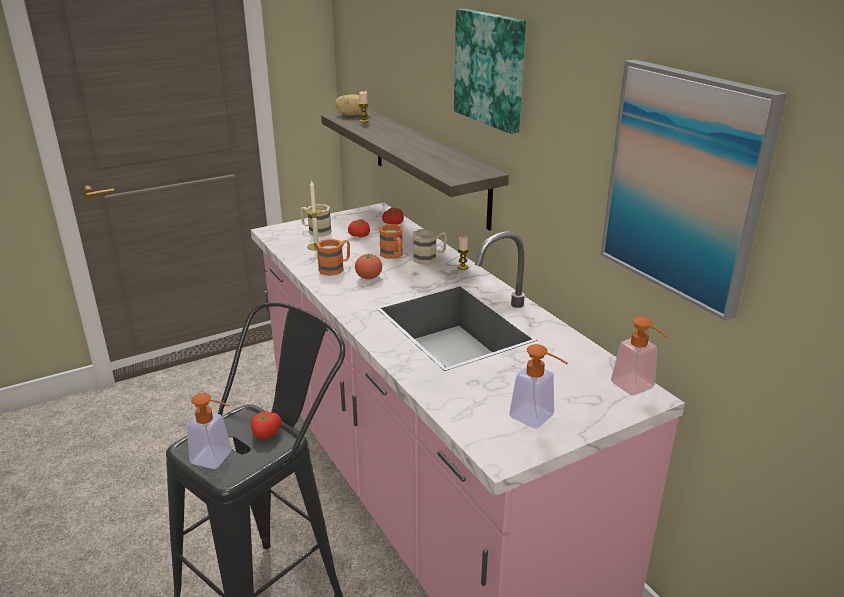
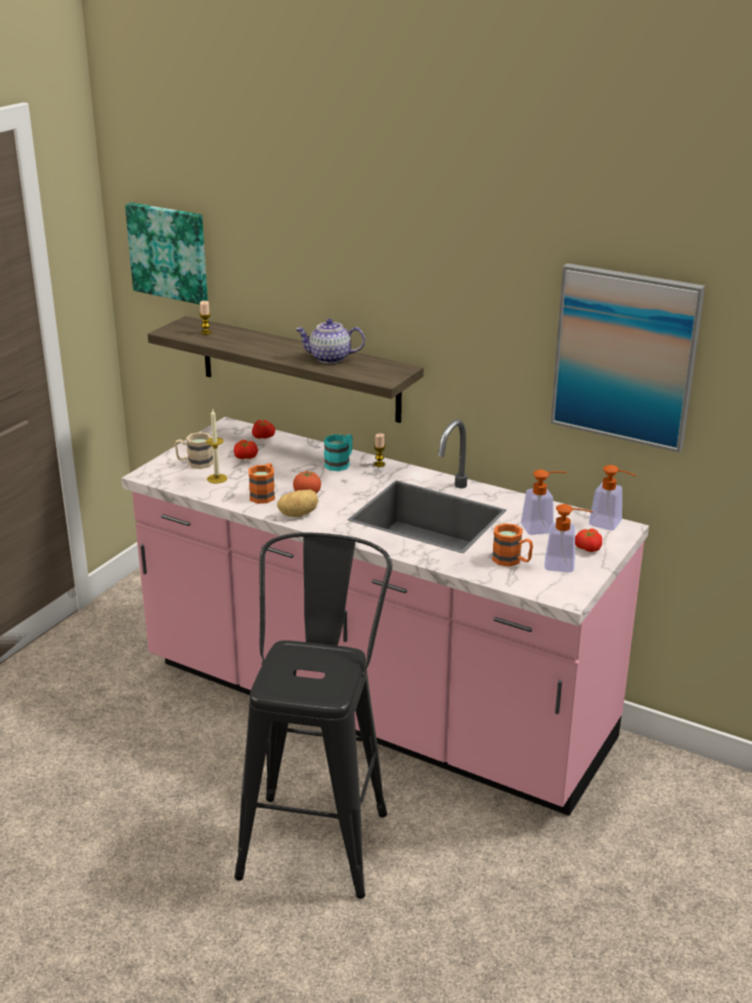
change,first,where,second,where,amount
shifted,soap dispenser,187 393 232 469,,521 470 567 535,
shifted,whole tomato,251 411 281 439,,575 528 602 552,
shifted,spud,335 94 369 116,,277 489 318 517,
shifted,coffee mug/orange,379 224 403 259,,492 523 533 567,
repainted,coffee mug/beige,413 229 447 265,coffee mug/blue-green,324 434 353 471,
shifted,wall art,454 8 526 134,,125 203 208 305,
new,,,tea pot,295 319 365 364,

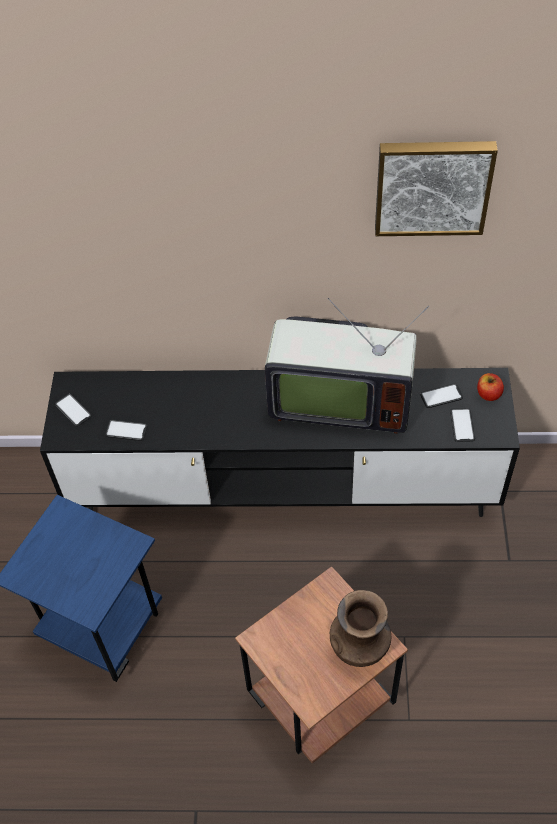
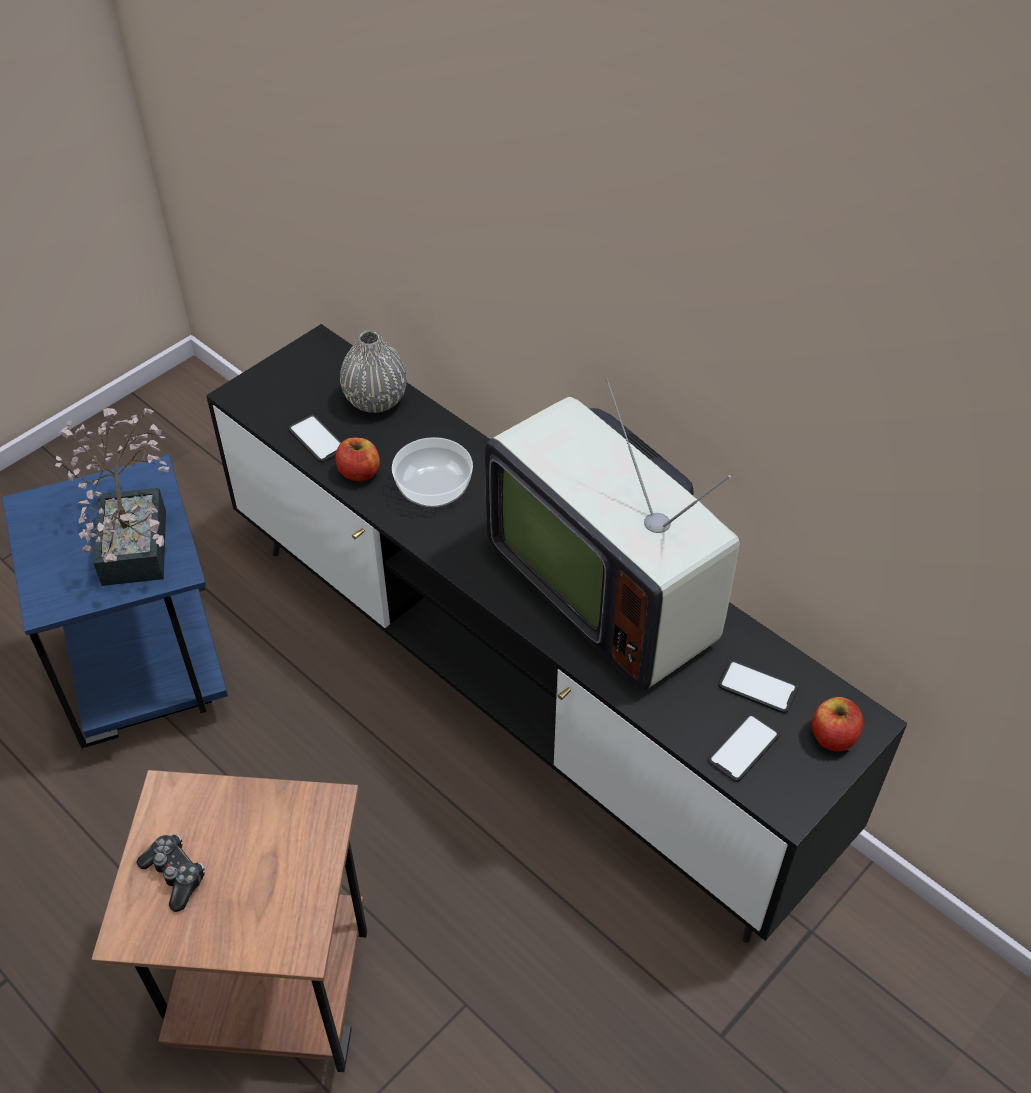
change,first,where,second,where,amount
gone,telephone,55 394 92 427,,,
gone,flower vase/brown-coloured,330 590 391 667,,,
gone,wall art,375 141 498 236,,,
new,,,houseplant,55 408 170 586,
new,,,gamepad,136 834 205 912,
new,,,apple fruit,335 437 380 482,
new,,,flower vase/grey,340 330 407 413,
new,,,bowl,392 437 473 507,

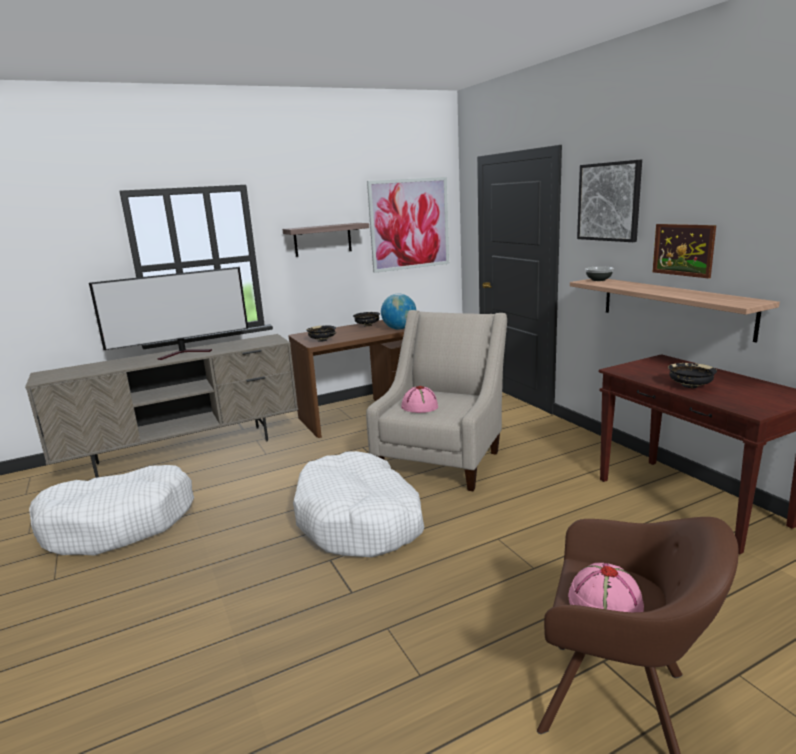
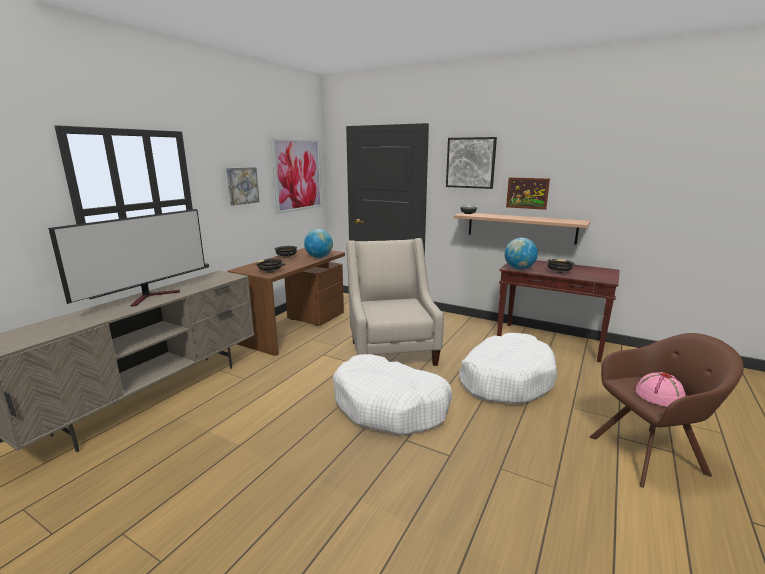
change,first,where,second,where,amount
shifted,pet bed/white,29 465 194 556,,459 333 557 404,
swapped,wall shelf,283 223 369 257,wall art,226 167 259 206,
gone,hat/pinkish,401 386 438 413,,,
new,,,globe,504 238 538 269,

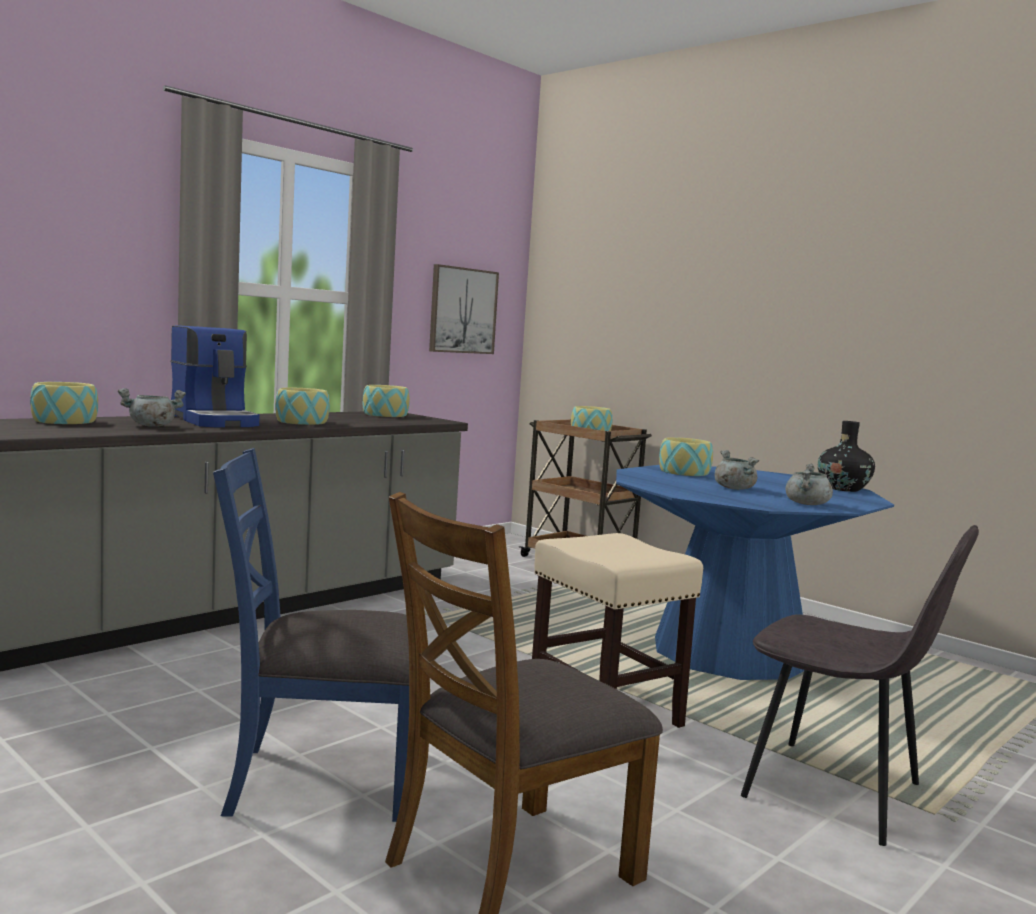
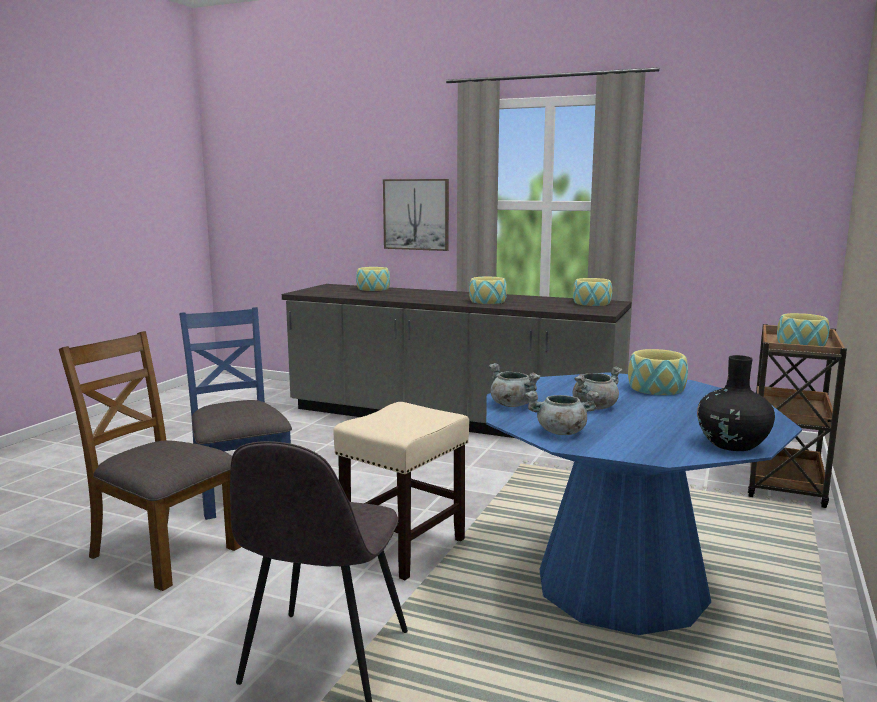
change,first,where,second,where,amount
shifted,stockpot/grey,118 388 186 427,,489 363 541 407,
gone,coffee maker,170 325 260 427,,,
shifted,wall art,429 264 499 354,,383 179 449 251,

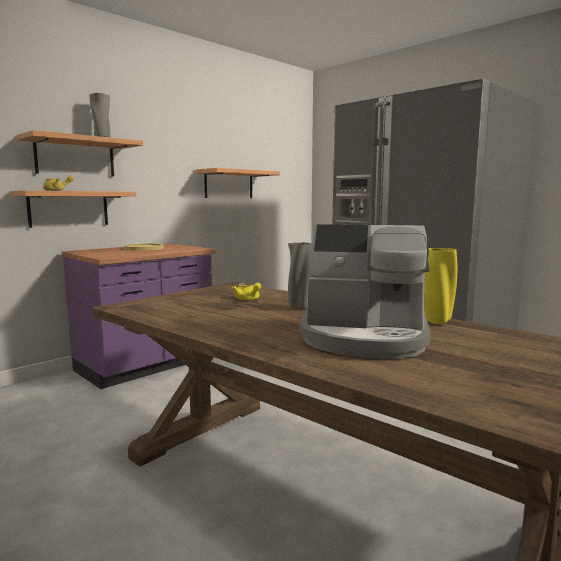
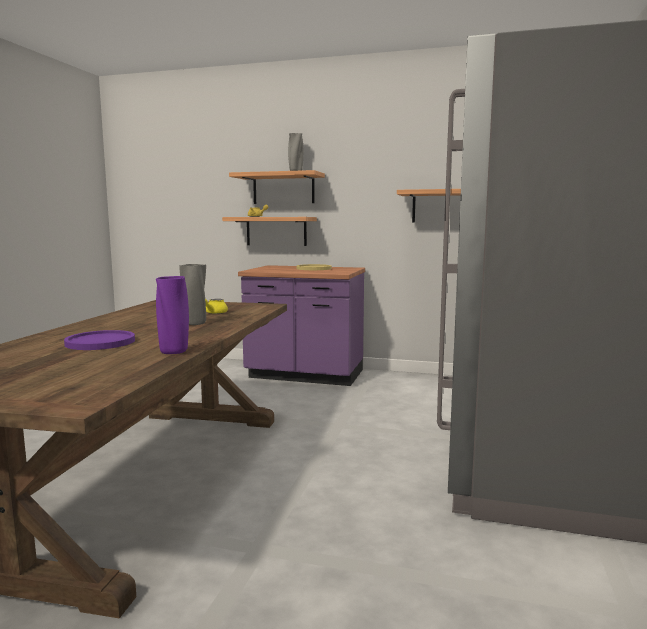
change,first,where,second,where,amount
swapped,coffee maker,299 224 430 359,dinner plate/purple-coloured,64 330 135 350,
repainted,flower vase/yellow-coloured,424 248 457 324,flower vase/purple-coloured,156 276 189 354,

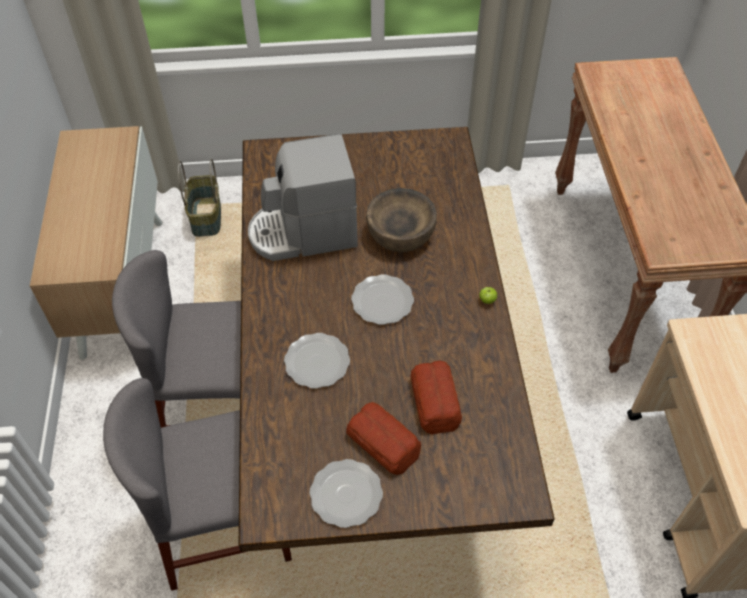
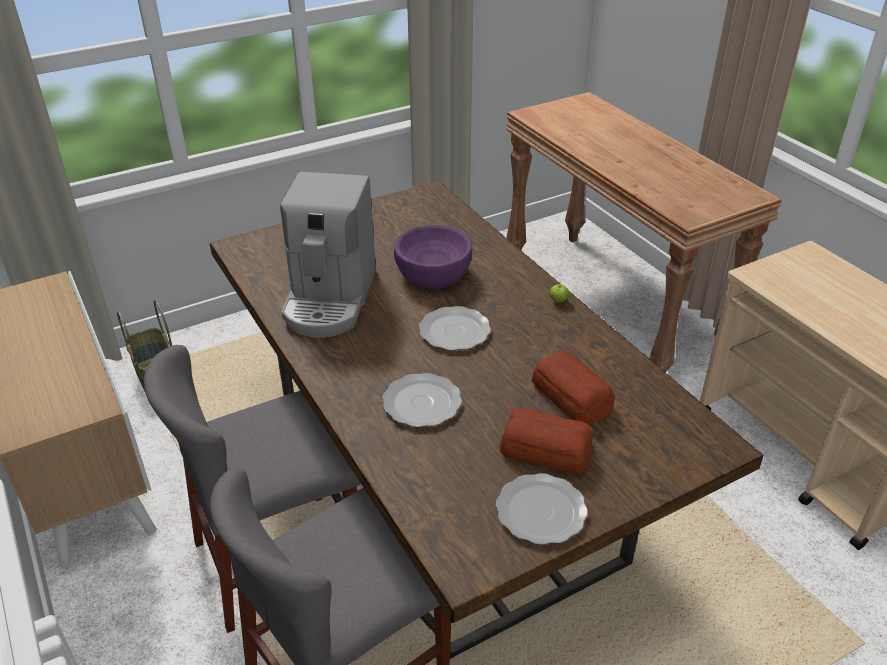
change,first,where,second,where,amount
rotated,coffee maker,248 134 358 261,,280 172 376 338,45 degrees counterclockwise
repainted,bowl/brown-coloured,366 188 437 252,bowl/purple-coloured,394 225 472 289,

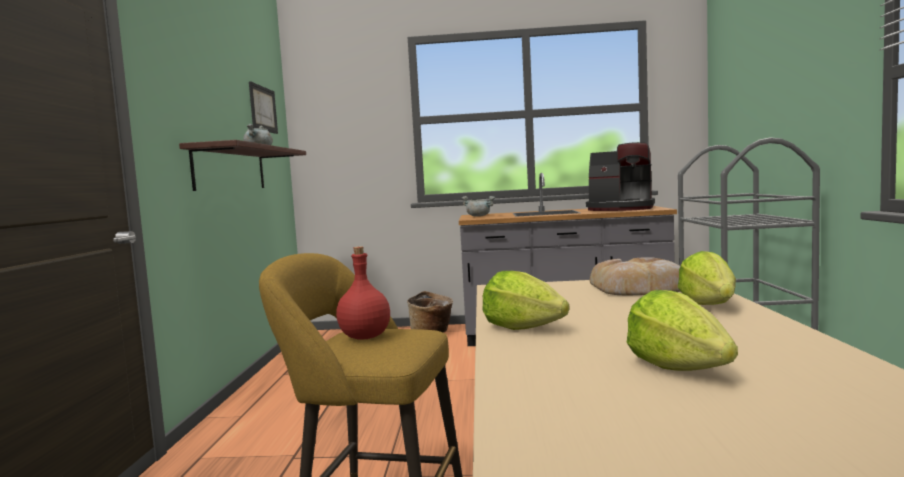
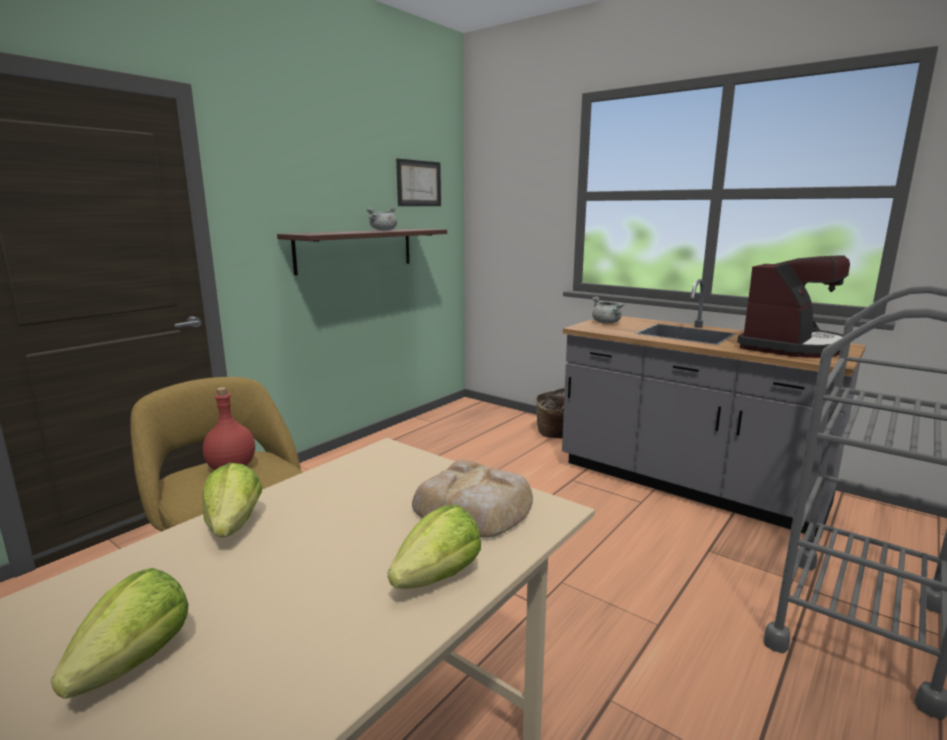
change,first,where,second,where,amount
rotated,coffee maker,586 142 655 211,,737 255 850 358,105 degrees counterclockwise

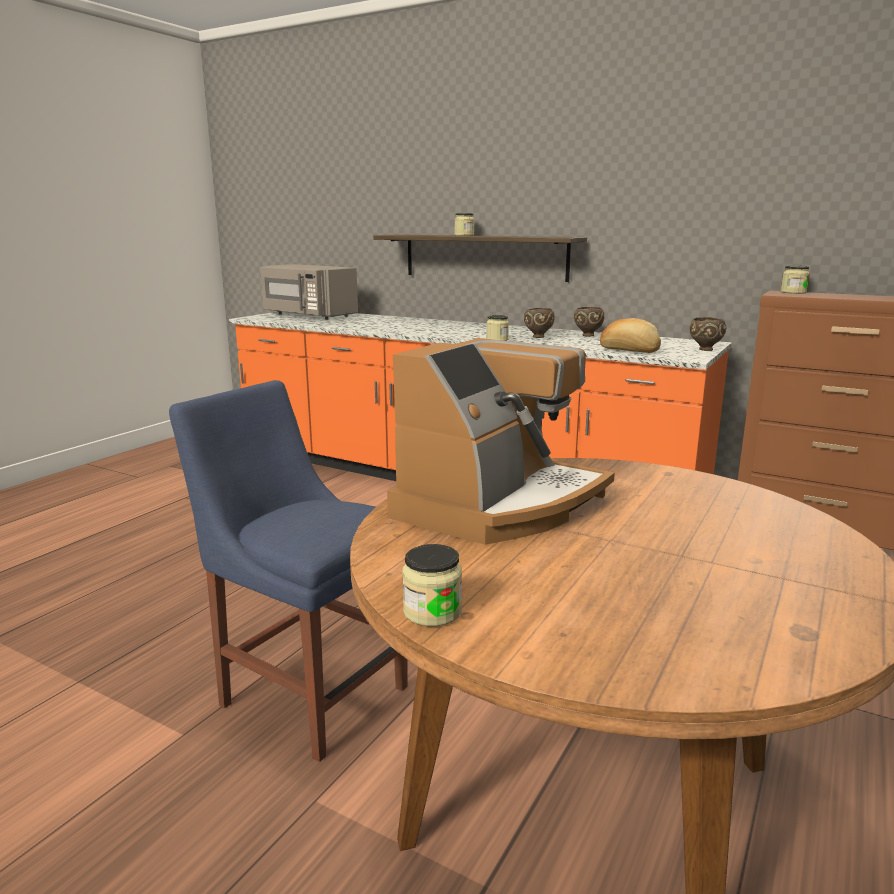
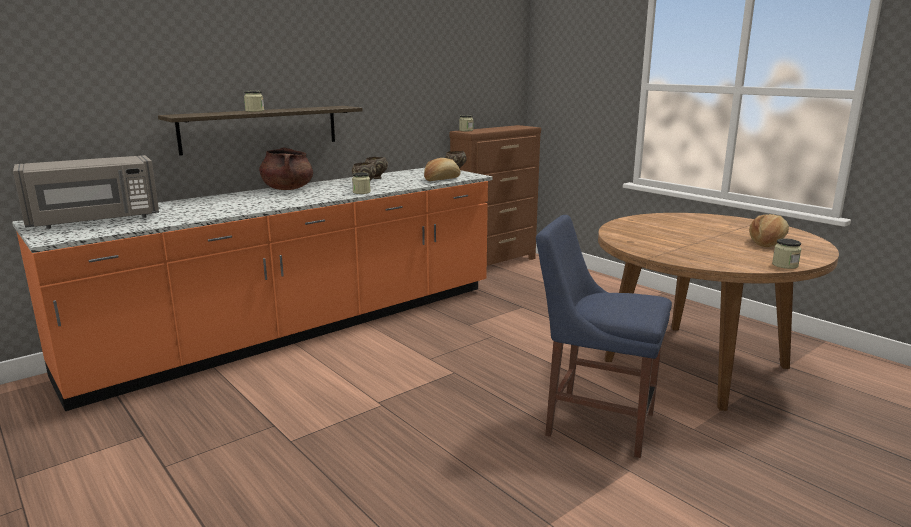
change,first,where,second,where,amount
rotated,plain chair/blue,169 380 408 762,,536 215 672 458,60 degrees clockwise
gone,coffee maker,387 338 615 545,,,
new,,,stockpot/brown-coloured,259 148 313 190,
new,,,baked bread,749 214 789 247,

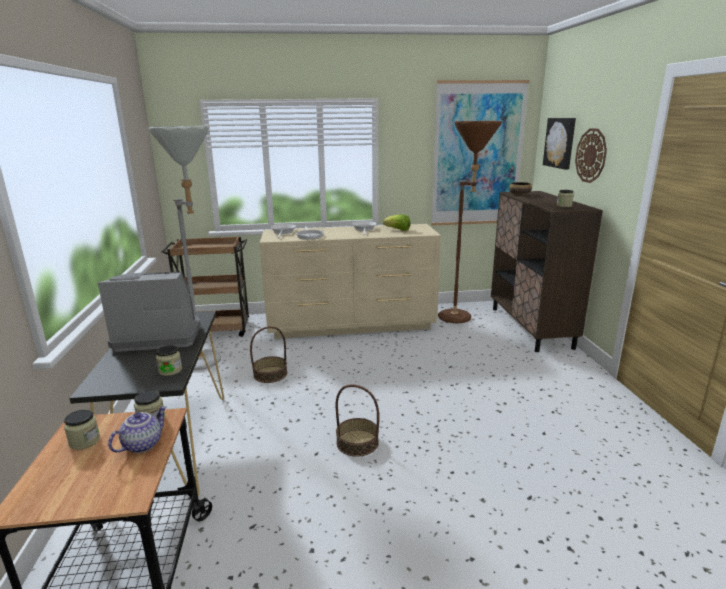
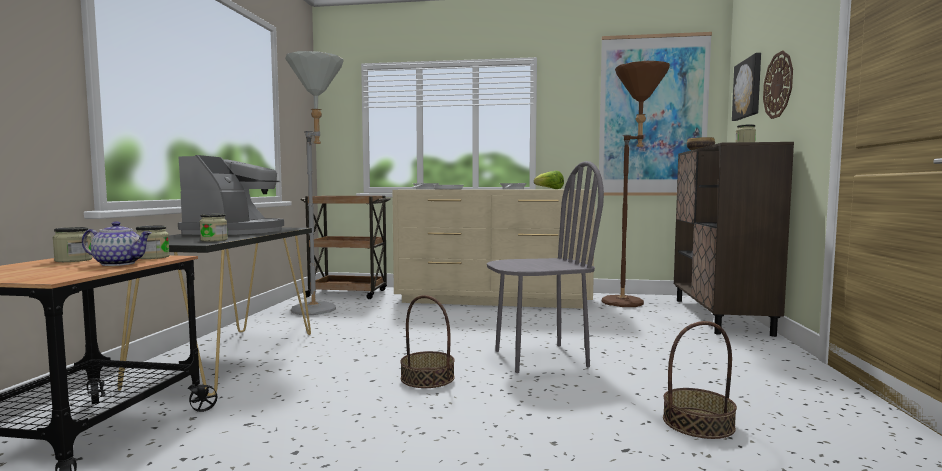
change,first,where,second,where,amount
rotated,coffee maker,98 272 201 352,,178 155 284 235,90 degrees clockwise
rotated,tea pot,108 406 166 453,,82 221 152 266,45 degrees clockwise
shifted,storage basket,250 326 287 383,,663 321 737 439,
new,,,plain chair/grey,487 161 604 373,

